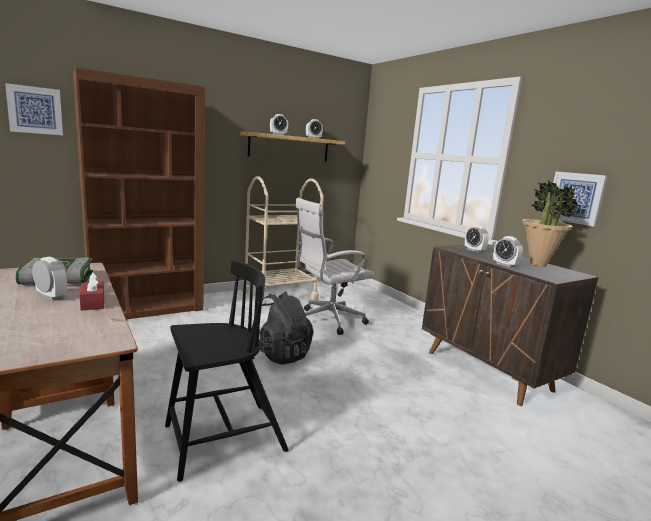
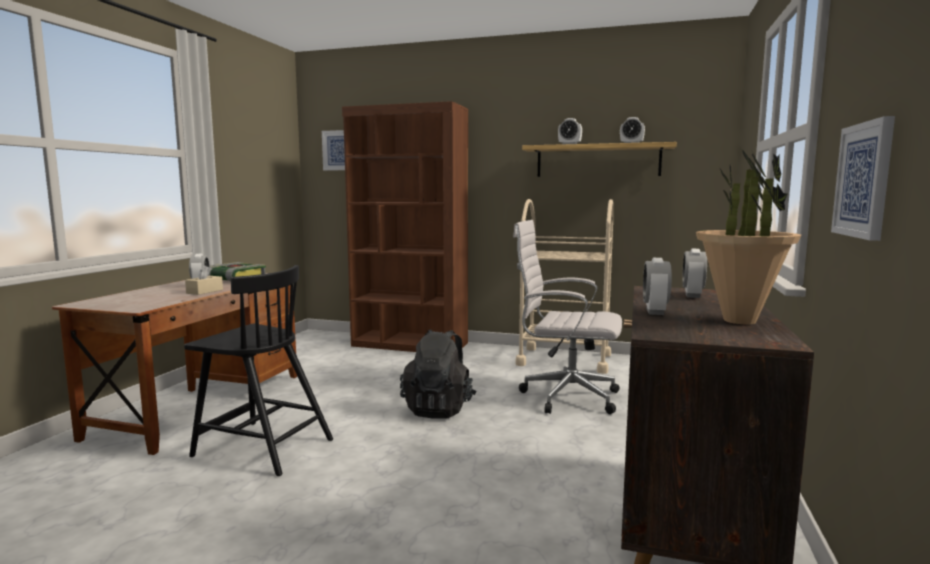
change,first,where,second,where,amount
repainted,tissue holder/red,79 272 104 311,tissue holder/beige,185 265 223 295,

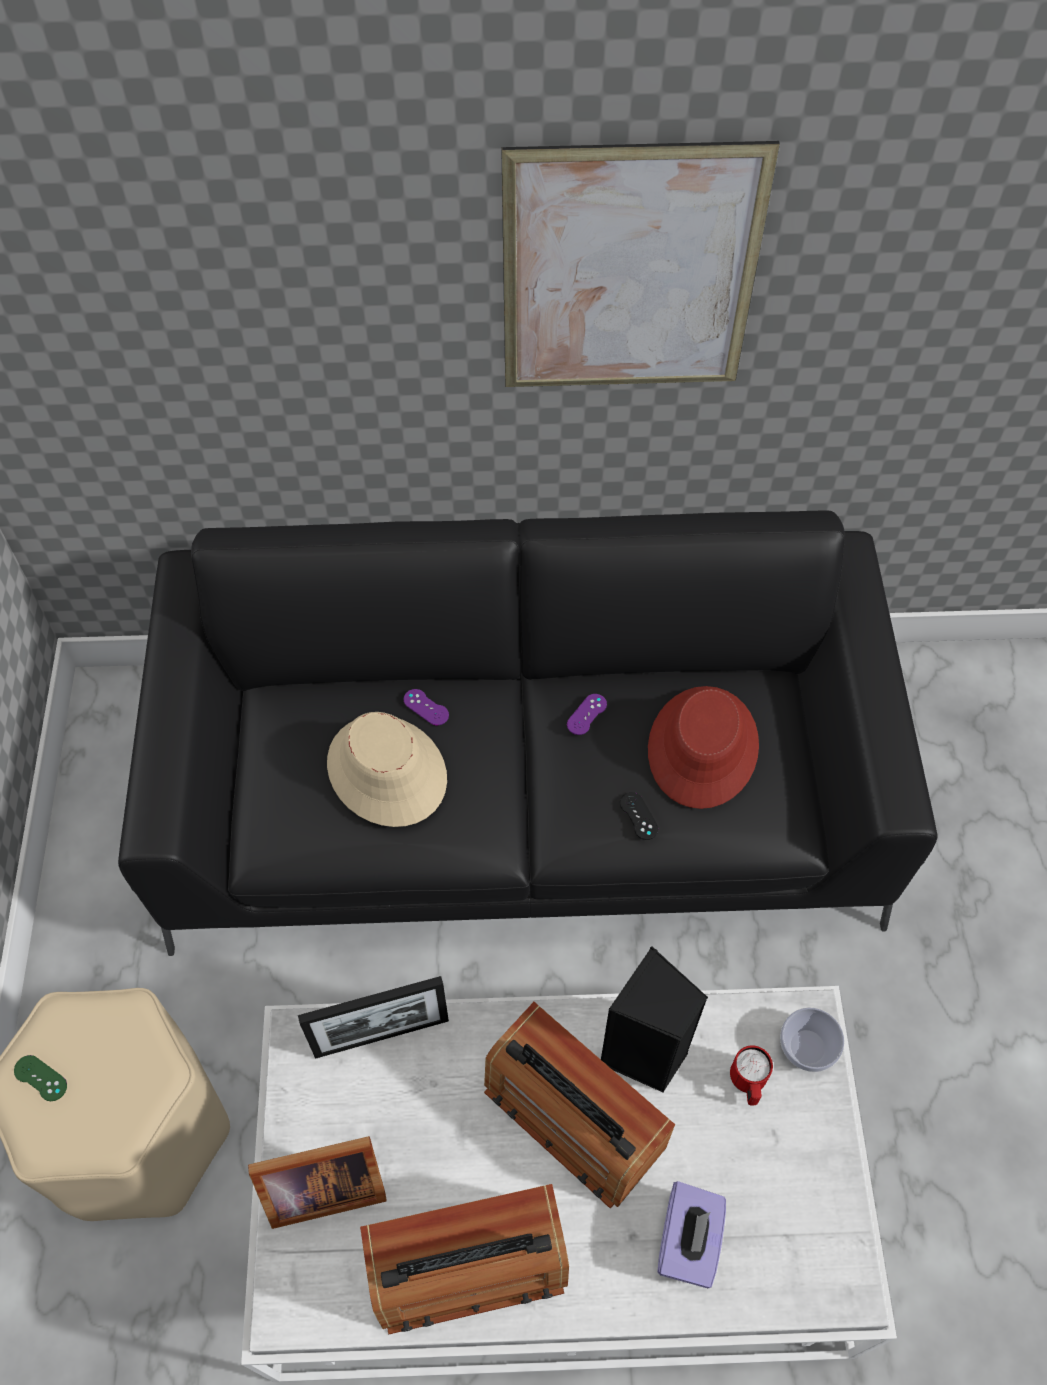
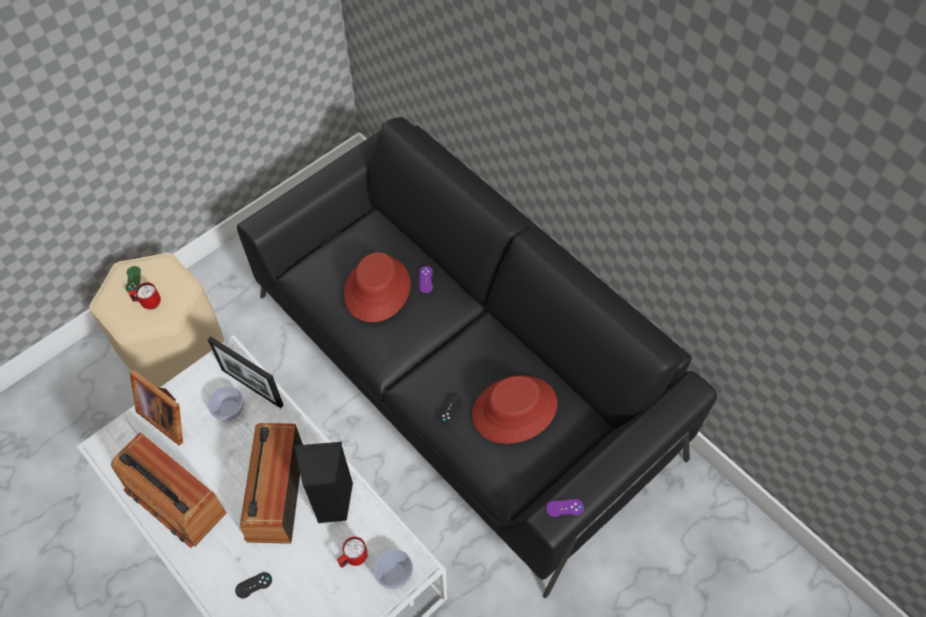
change,first,where,second,where,amount
repainted,hat/beige,327 712 447 827,hat/red,344 252 411 322,
gone,wall art,501 141 780 387,,,
shifted,gamepad/purple-coloured,567 694 607 735,,546 499 584 517,
swapped,tissue holder/purple-coloured,657 1181 726 1288,gamepad/black-coloured,235 572 272 598,
new,,,coffee mug/red,129 282 161 309,
new,,,bowl,208 386 244 420,

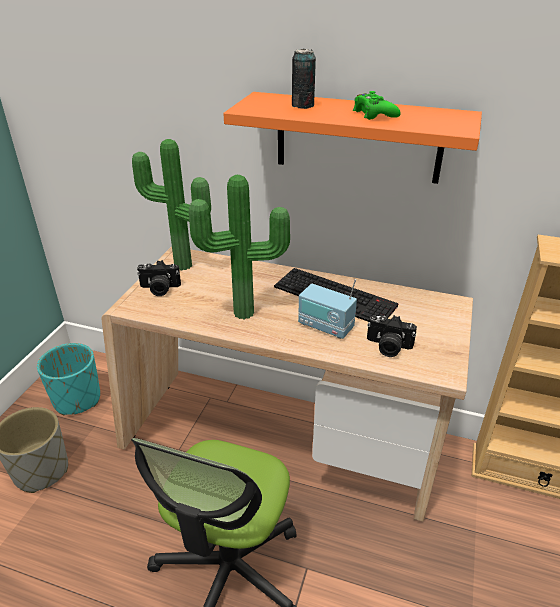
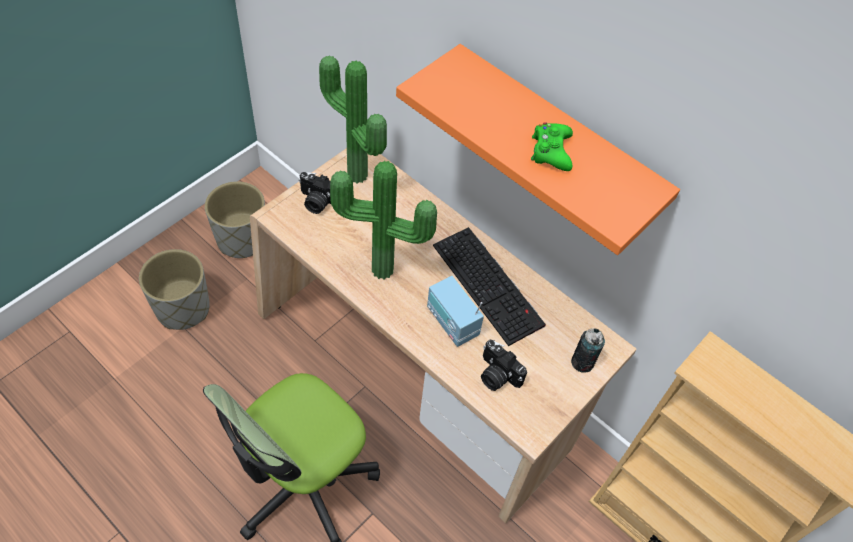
change,first,where,second,where,amount
repainted,planter/blue-green,37 343 100 415,planter/grey,205 181 265 258,
shifted,metal can,292 49 316 109,,571 328 605 373,

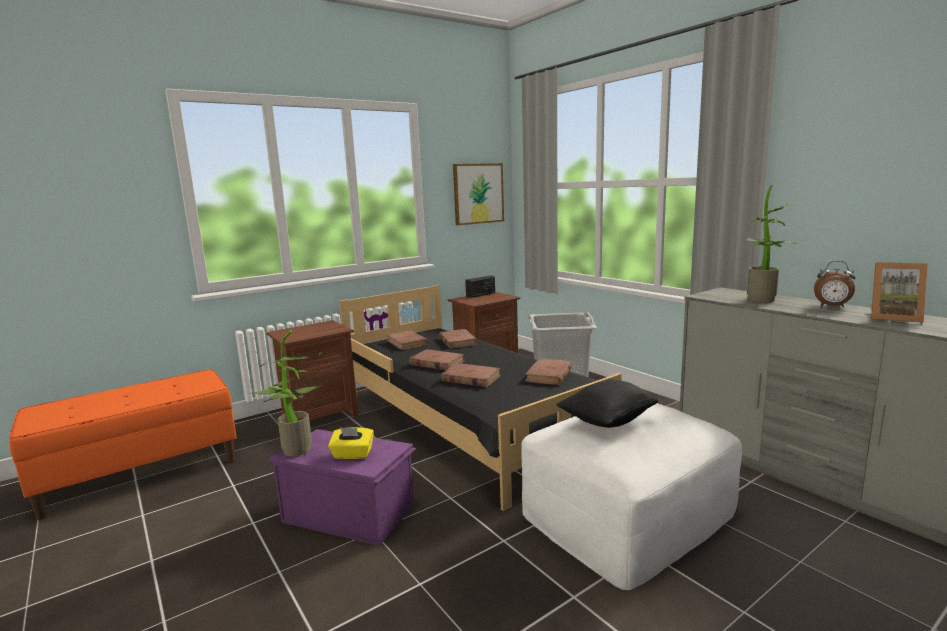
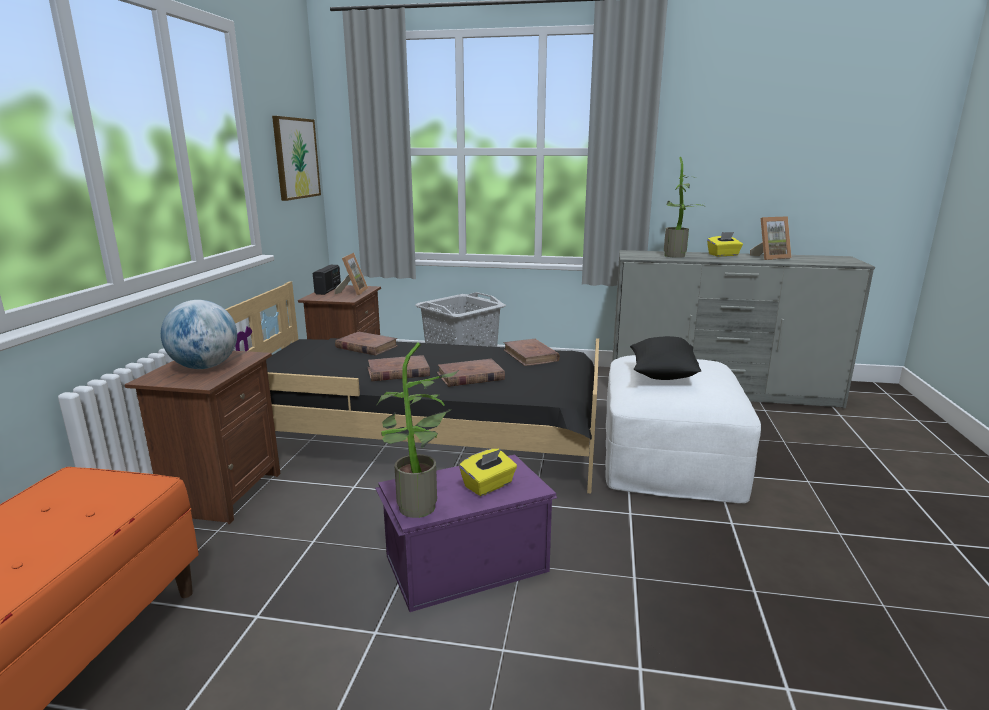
change,first,where,second,where,amount
gone,bound book/brown-coloured,387 331 428 350,,,
swapped,table clock,814 261 856 308,tissue holder/yellow-coloured,707 232 743 257,
new,,,globe,161 300 237 369,
new,,,standing frame,334 253 368 296,

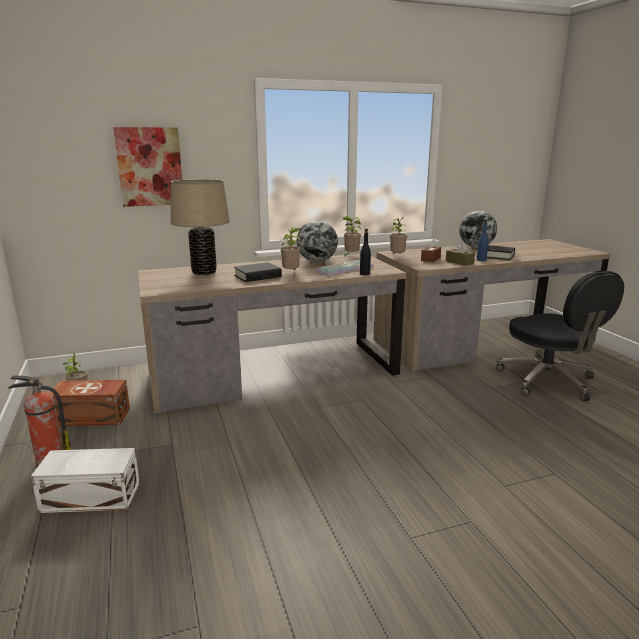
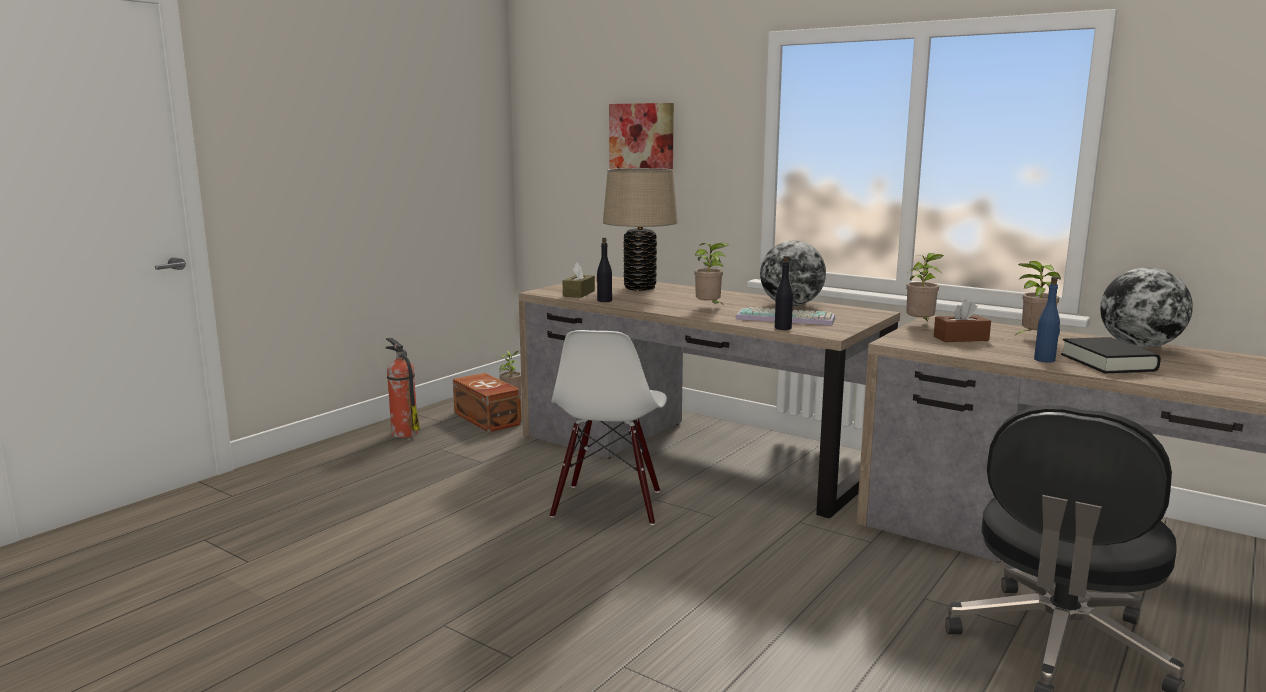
change,first,where,second,where,amount
gone,storage box/white,31 448 140 513,,,
gone,bound book/black-coloured,234 262 282 282,,,
shifted,houseplant,343 216 361 257,,1013 261 1061 337,
shifted,tissue holder/brown-coloured,446 241 475 266,,563 262 595 298,
new,,,plain chair/white,550 330 667 525,
new,,,beverage bottle/black-coloured,597 238 612 302,

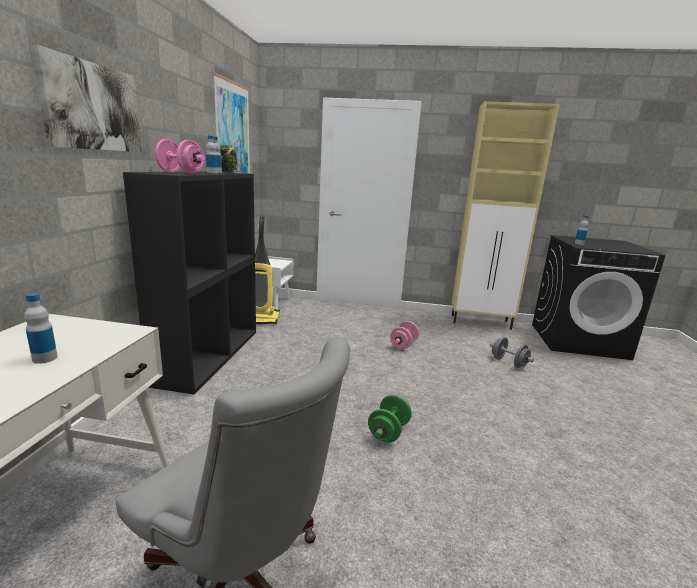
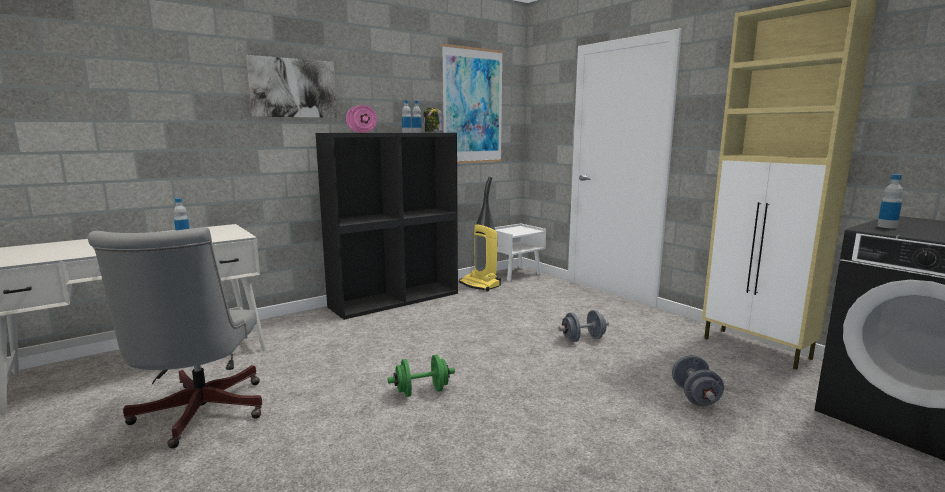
change,first,where,second,where,amount
repainted,dumbbell/pinkish,390 321 419 349,dumbbell/grey,558 310 609 342,

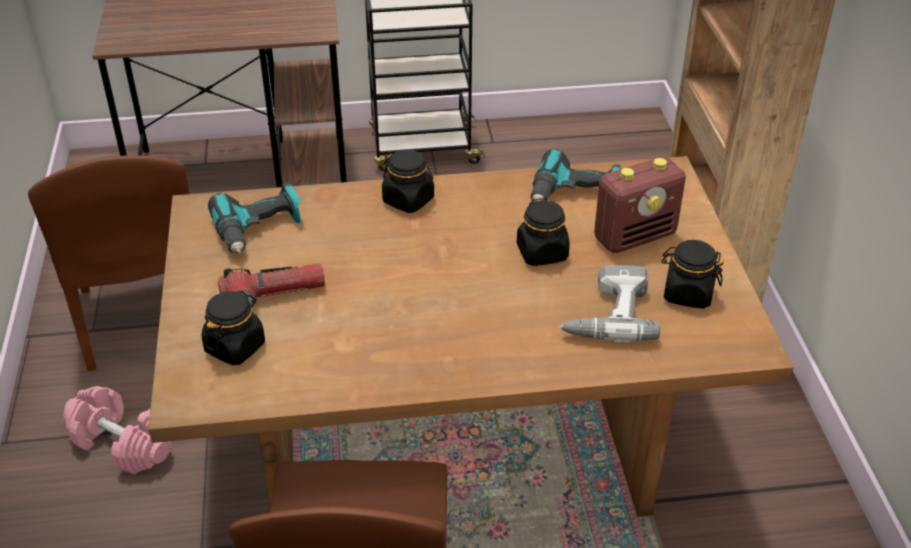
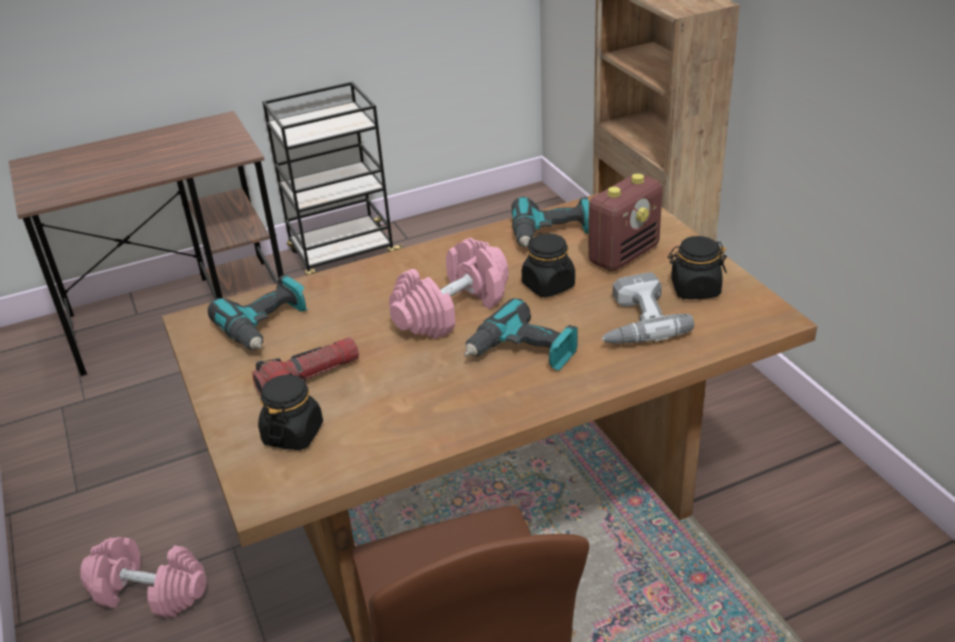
change,first,where,second,where,amount
gone,plain chair/brown-coloured,28 155 190 371,,,
gone,storage jar/black-coloured,382 150 434 213,,,
new,,,dumbbell/pinkish,389 238 509 339,
new,,,electric drill,464 298 578 371,

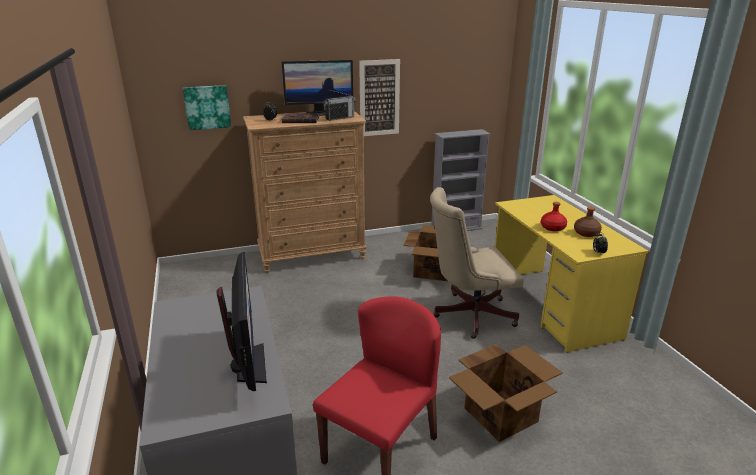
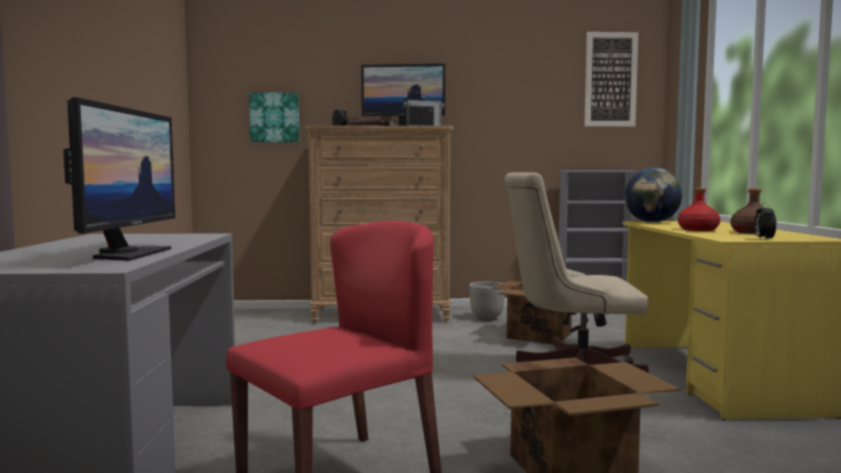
change,first,where,second,where,amount
shifted,wall art,359 59 400 136,,584 32 638 127,
new,,,planter,469 282 505 321,
new,,,globe,625 168 682 223,

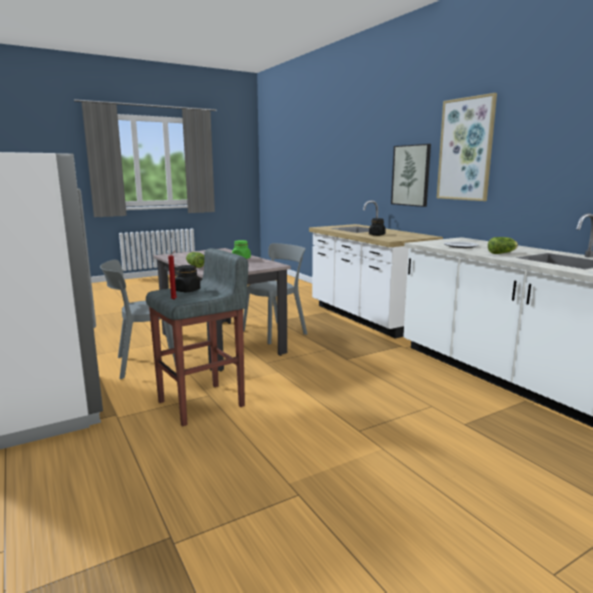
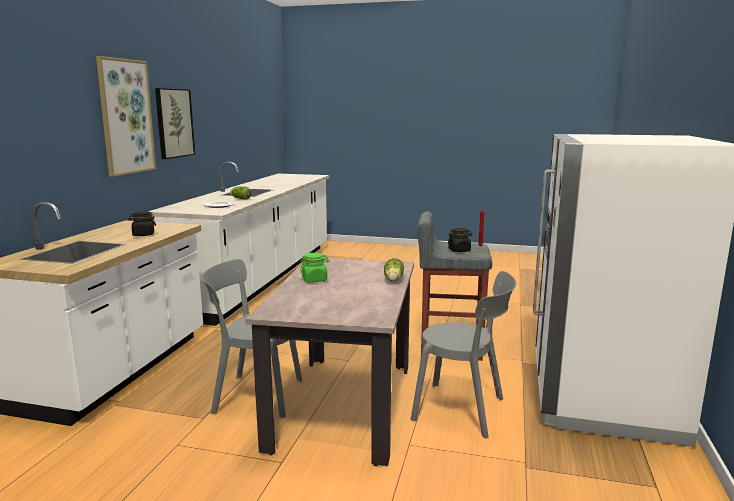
change,first,where,second,where,amount
shifted,wall art,391 144 431 207,,155 88 195 159,

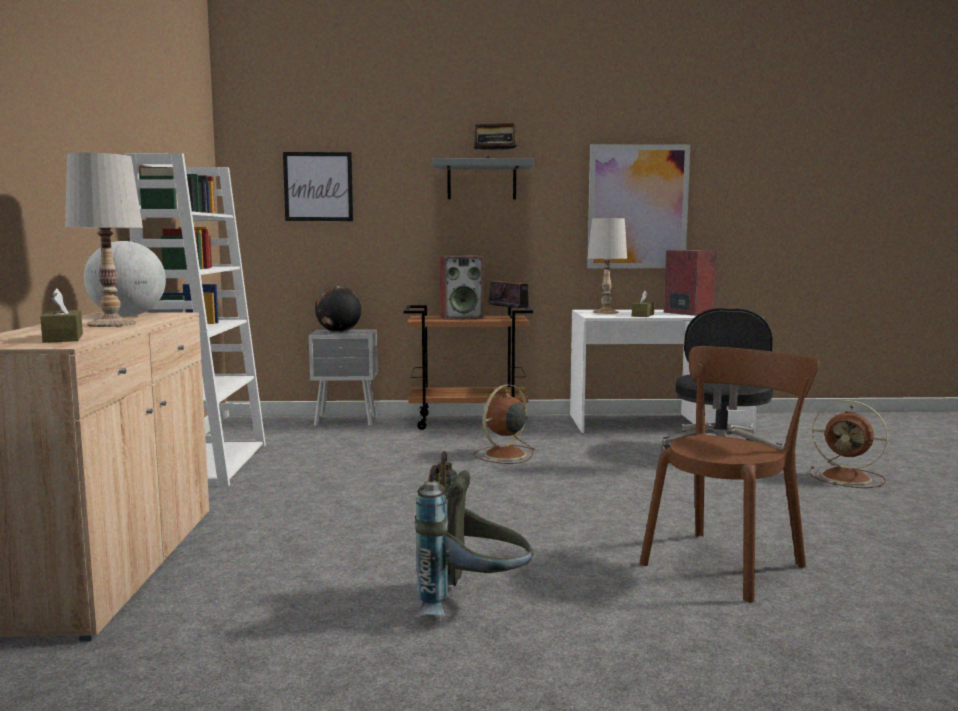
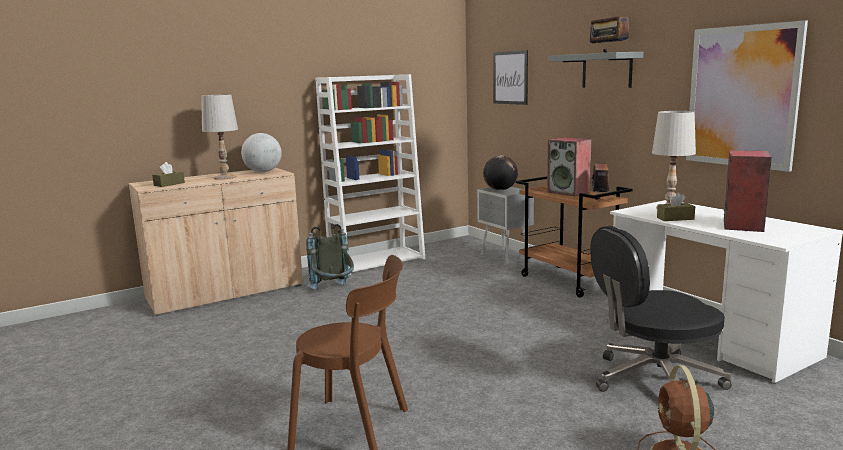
change,first,where,second,where,amount
shifted,backpack/grey,415 451 534 616,,306 224 354 290,
gone,fan/brown-coloured,474 384 535 464,,,

